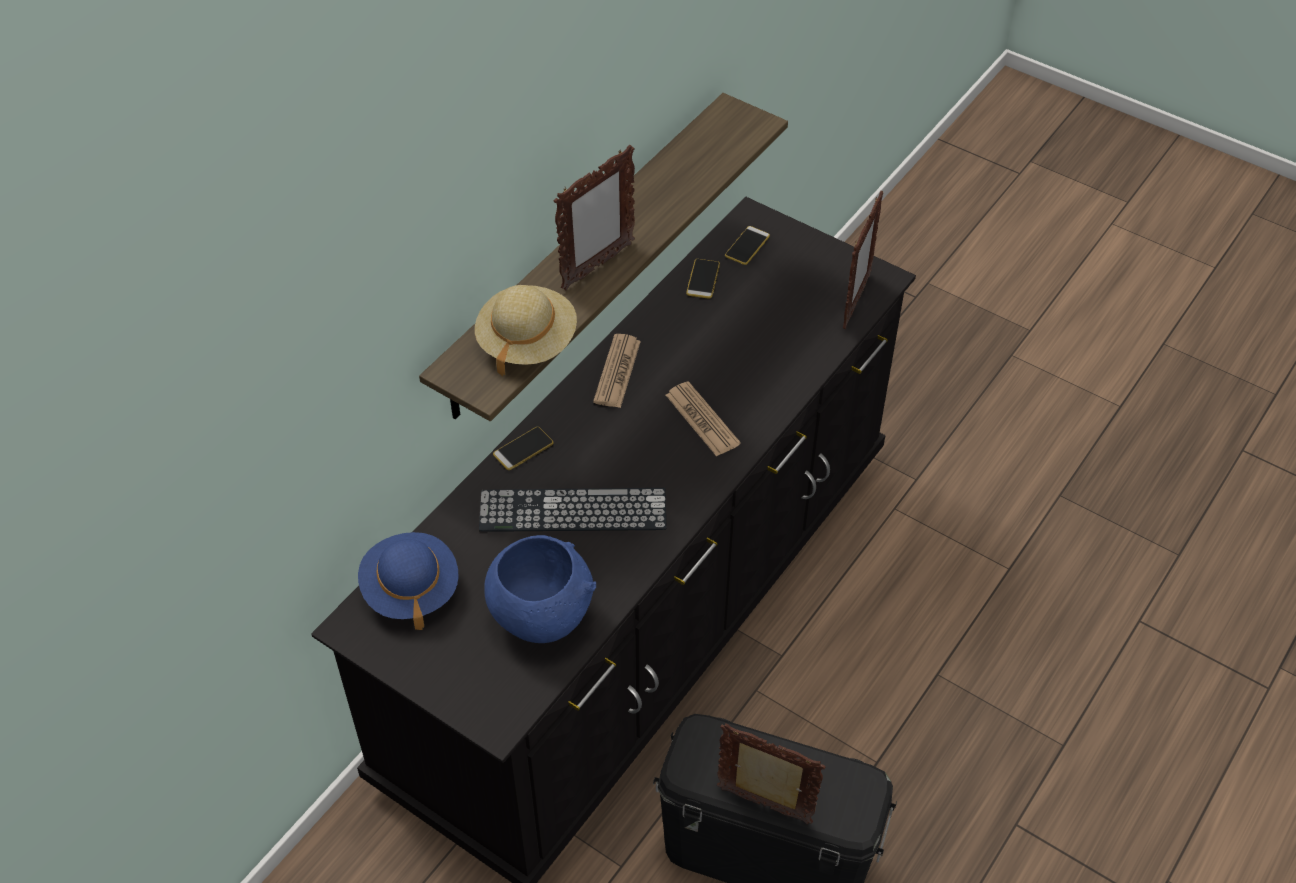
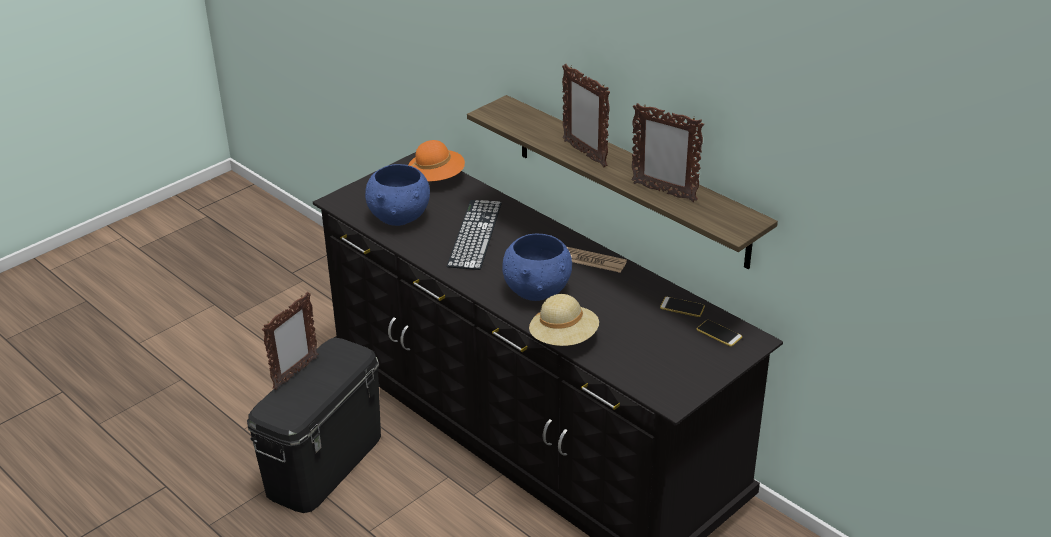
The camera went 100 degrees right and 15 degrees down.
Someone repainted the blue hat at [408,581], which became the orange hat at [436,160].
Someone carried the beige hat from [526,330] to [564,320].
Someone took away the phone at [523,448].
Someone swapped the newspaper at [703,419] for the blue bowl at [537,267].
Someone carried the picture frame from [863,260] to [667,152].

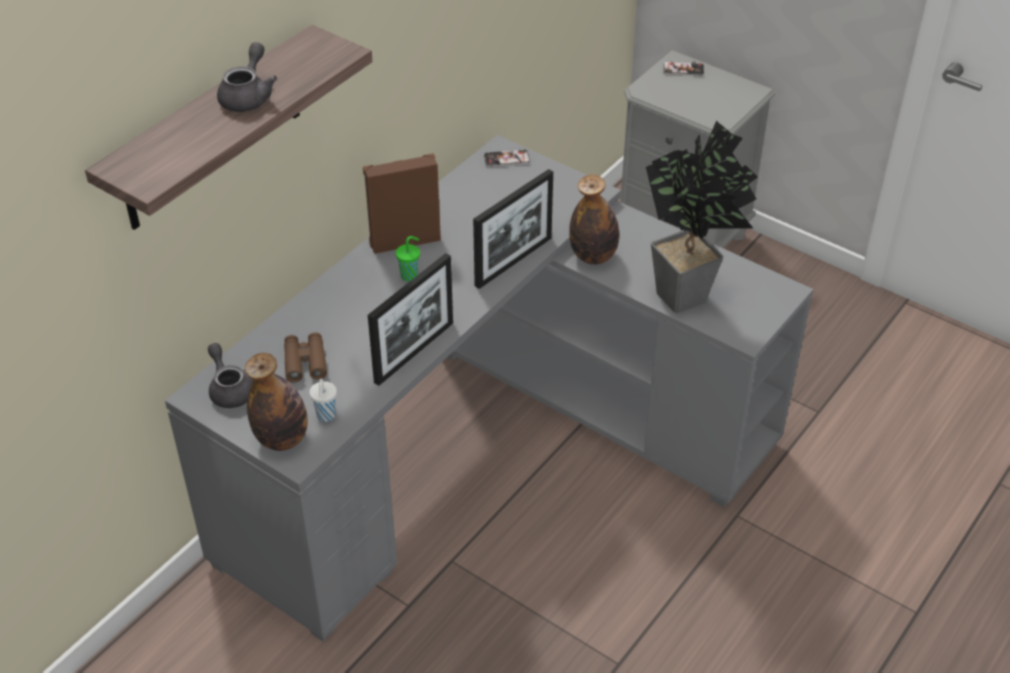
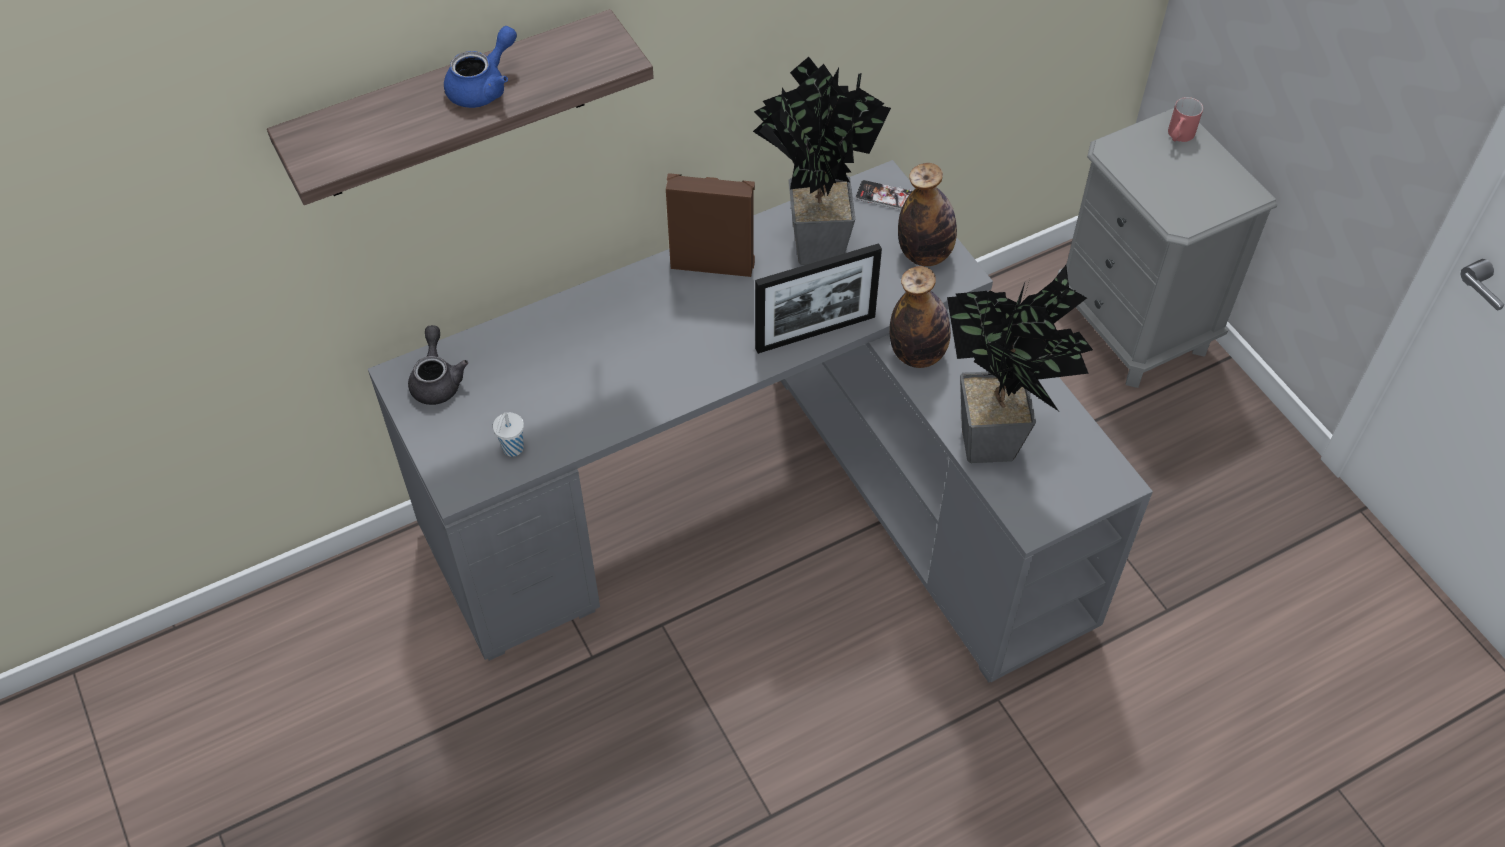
The camera went 25 degrees right and 10 degrees up.
Someone repainted the grey teapot at [247,77], which became the blue teapot at [480,67].
Someone carried the bottle from [276,402] to [927,214].
Someone took away the brown binoculars at [305,357].
Someone took away the picture frame at [410,319].
Someone took away the green cup at [408,258].
Someone swapped the phone at [683,68] for the red mug at [1185,119].
Someone put down the potted plant at [822,161].

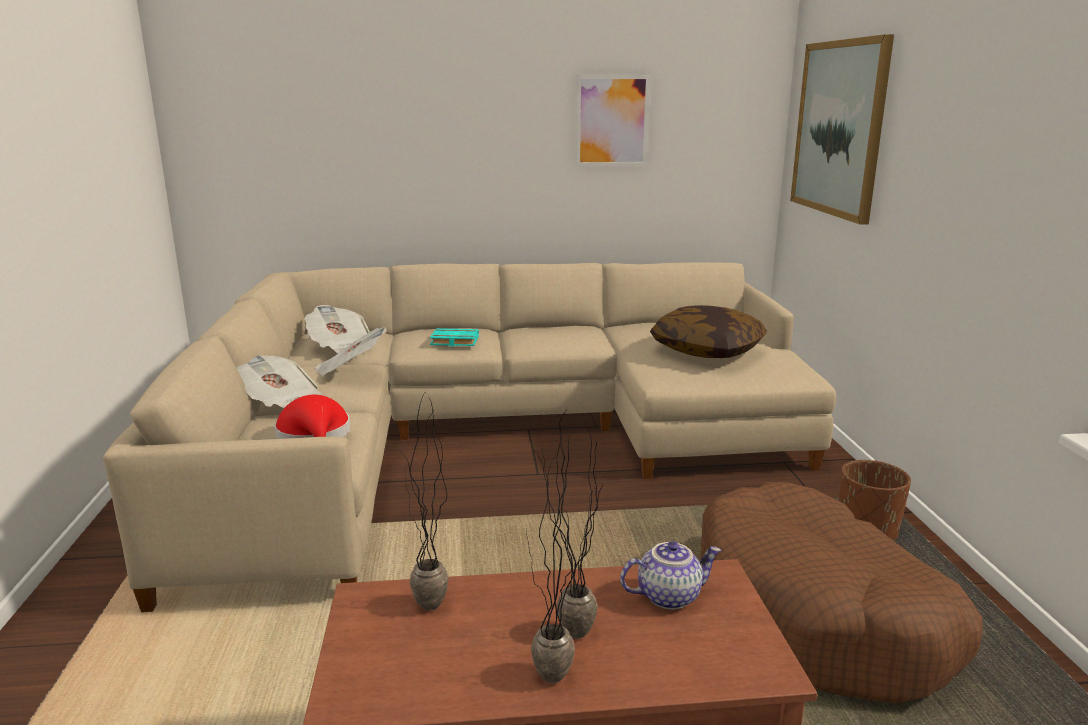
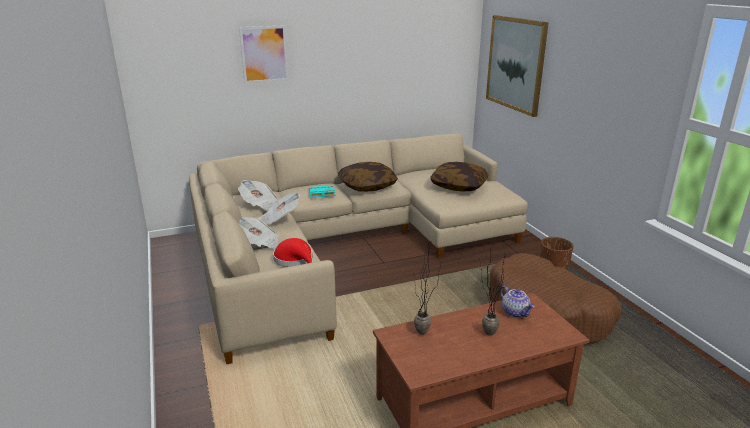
The camera went 15 degrees left and 5 degrees up.
Someone took away the potted plant at [564,559].
Someone carried the picture from [613,120] to [264,54].
Someone rotated the teapot at [670,575] by 90 degrees clockwise.
Someone put down the pillow at [368,177].

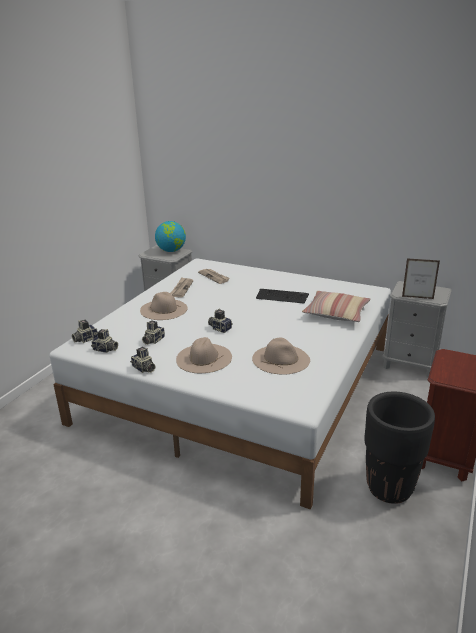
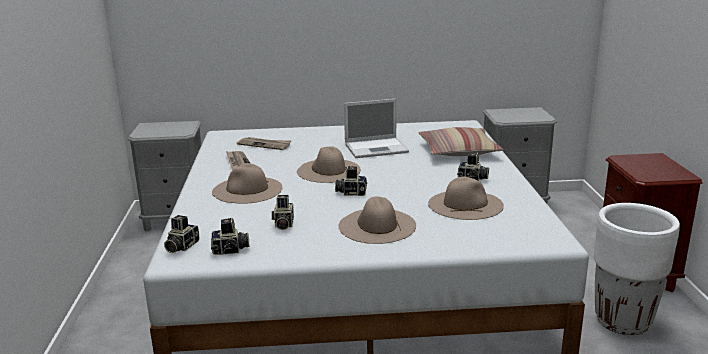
The camera went 30 degrees left and 5 degrees down.
Someone carried the photo camera from [143,360] to [473,166].
Someone took away the globe at [170,236].
Someone swapped the keyboard at [282,296] for the laptop at [376,128].
Someone repainted the black planter at [399,448], which became the white planter at [637,269].
Someone took away the picture frame at [421,278].
Someone put down the beige hat at [329,164].

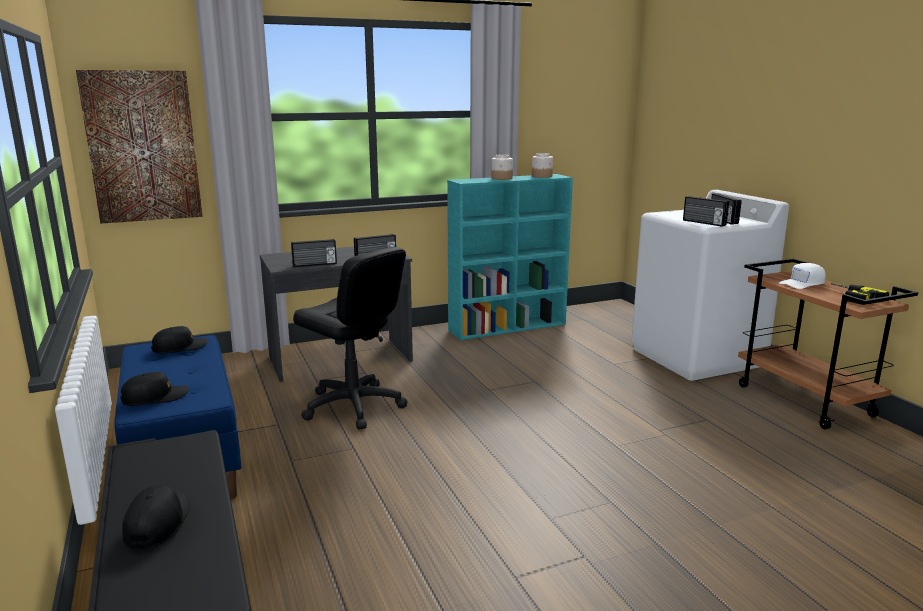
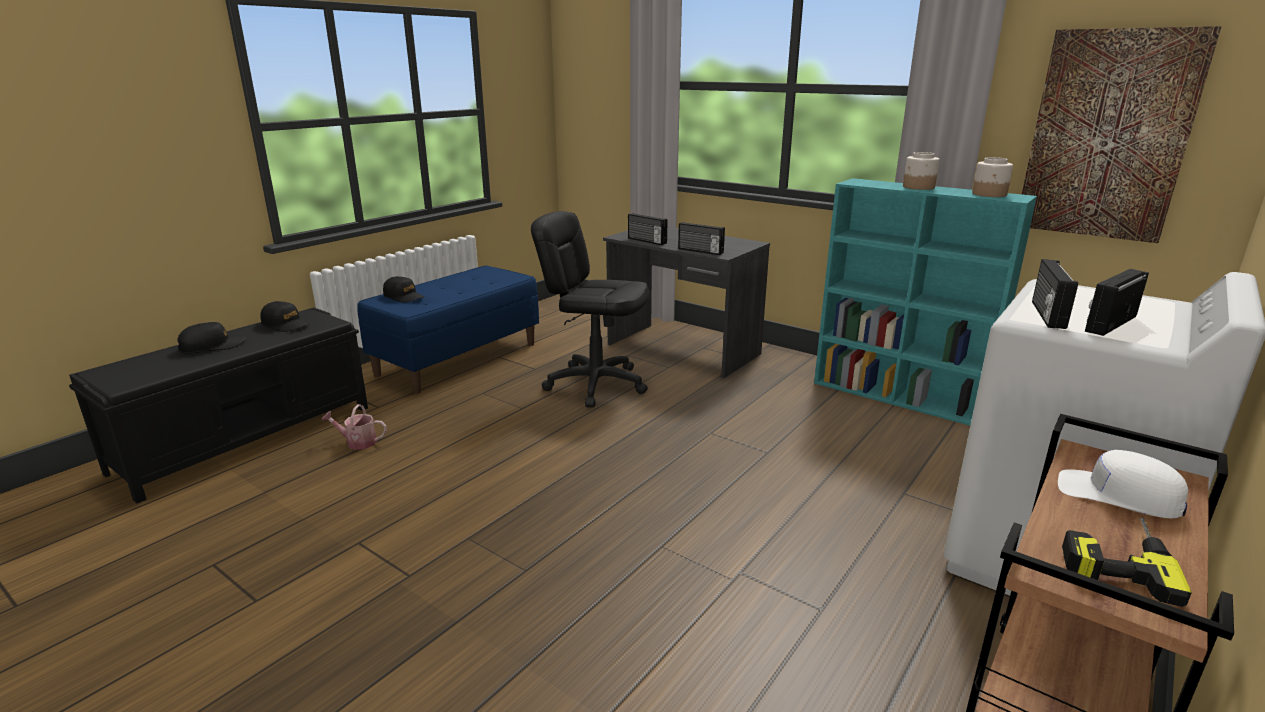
The camera went 60 degrees right and 5 degrees up.
Someone carried the picture from [139,147] to [1121,134].
Someone carried the black cap from [179,340] to [284,316].
Someone rotated the black office chair at [350,338] by 105 degrees clockwise.
Someone put down the watering can at [354,427].

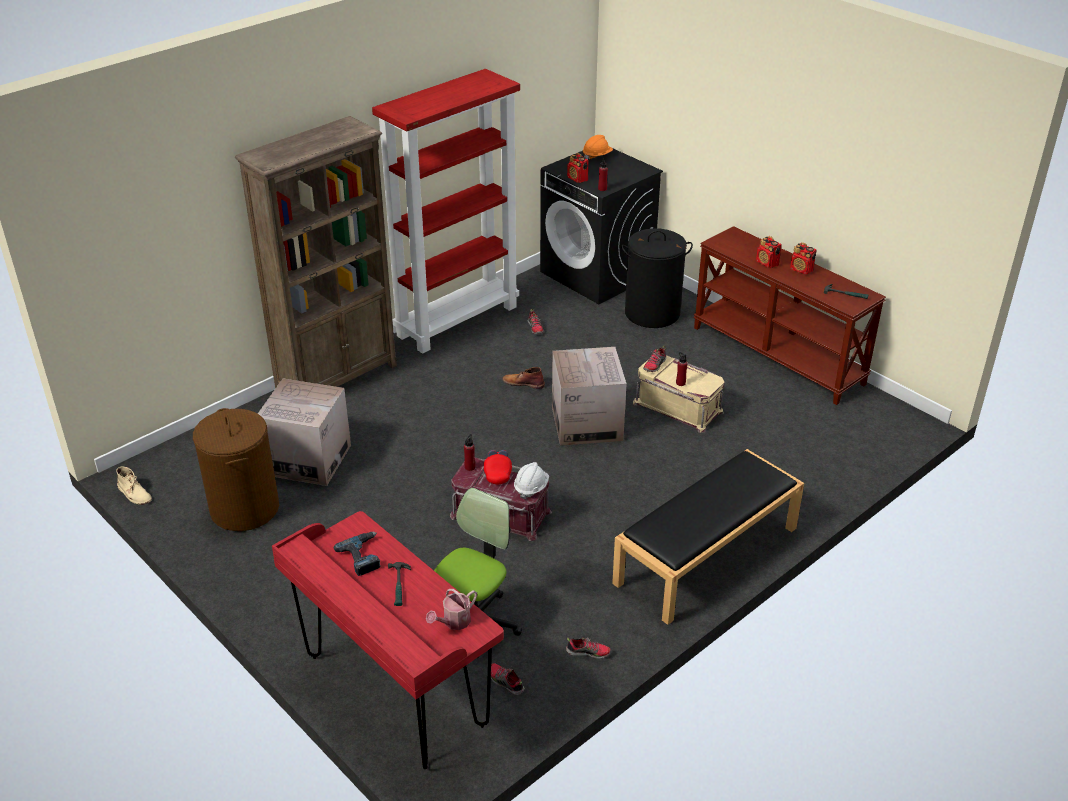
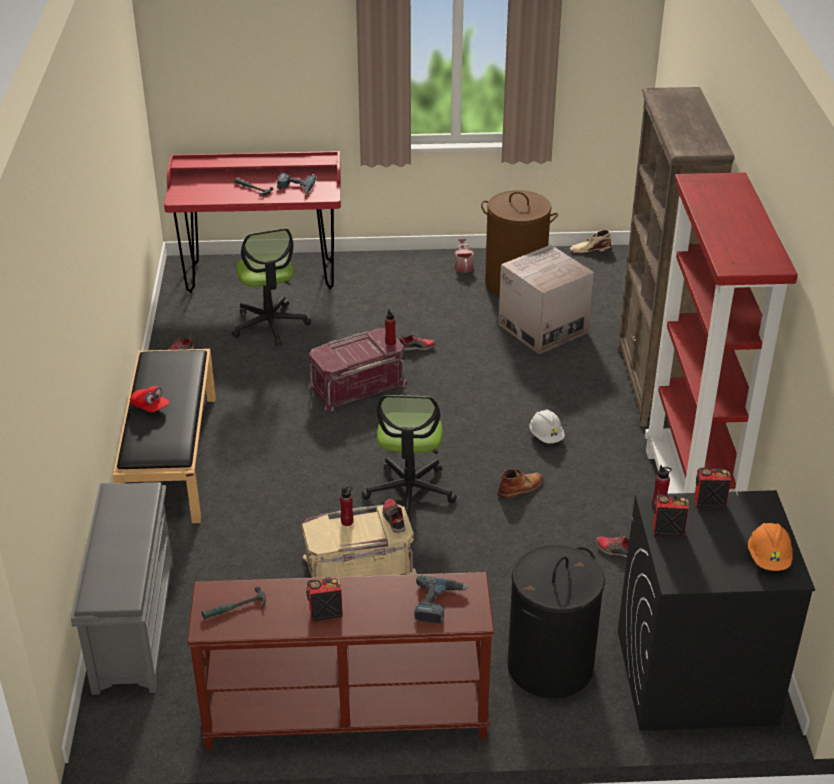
The camera went 130 degrees right and 0 degrees up.
Someone carried the watering can from [451,609] to [464,256].
Someone carried the red cap from [498,467] to [149,399].
Someone carried the shoe from [508,679] to [416,342].
Someone carried the white hard hat from [531,480] to [547,426].
Someone swapped the cardboard box at [589,396] for the office chair at [409,458].
Someone carried the radio from [769,252] to [671,515].
Someone put down the grey shoe rack at [122,589].
Someone put down the power drill at [442,600].

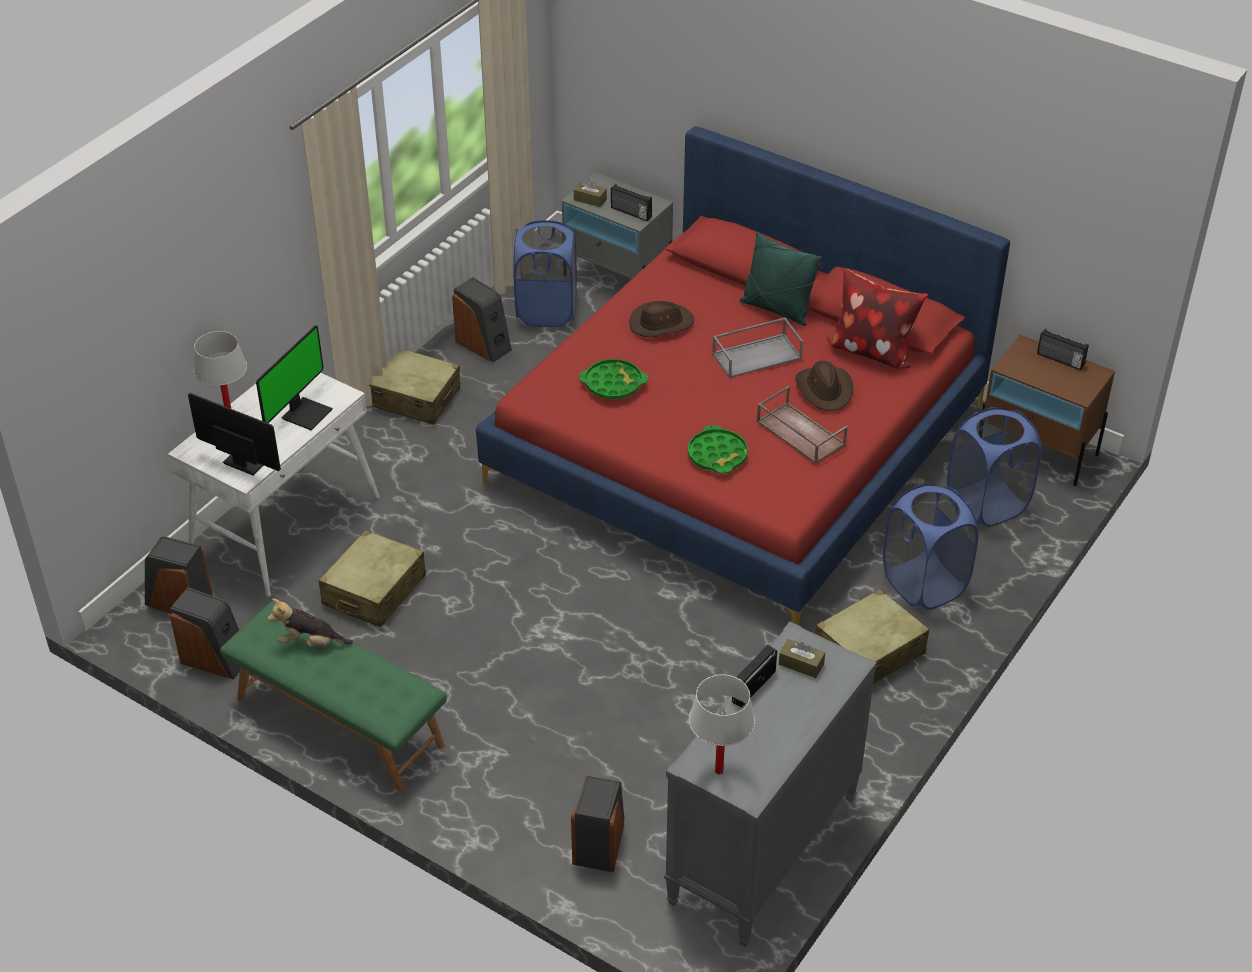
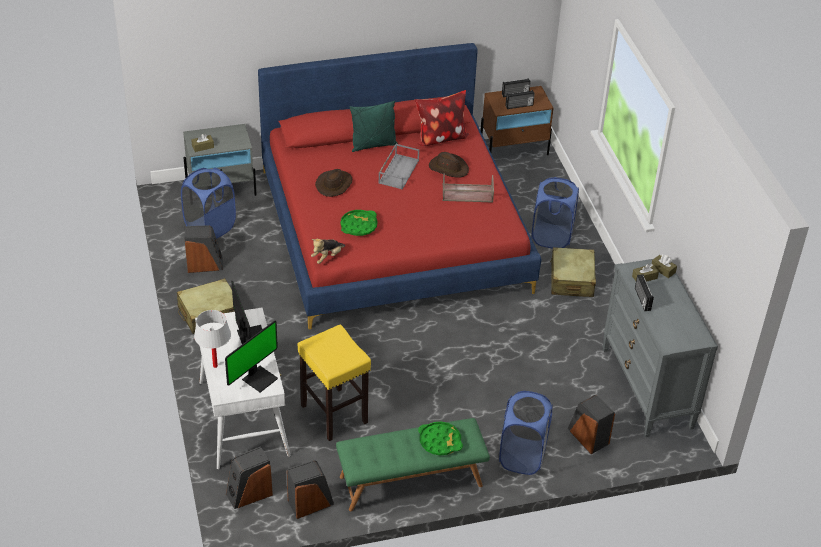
The camera went 50 degrees left and 0 degrees up.
Someone rotated the monitor at [234,434] by 150 degrees clockwise.
Someone carried the plush toy from [310,622] to [328,251].
Someone swapped the beige suitcase at [372,578] for the yellow stool at [334,383].
Someone carried the radio from [631,202] to [520,99].
Someone carried the green tray from [718,449] to [440,438].
Someone took away the white table lamp at [722,724].
Someone carried the blue laundry basket from [994,467] to [526,433].
Someone put down the brown tissue box at [664,266].

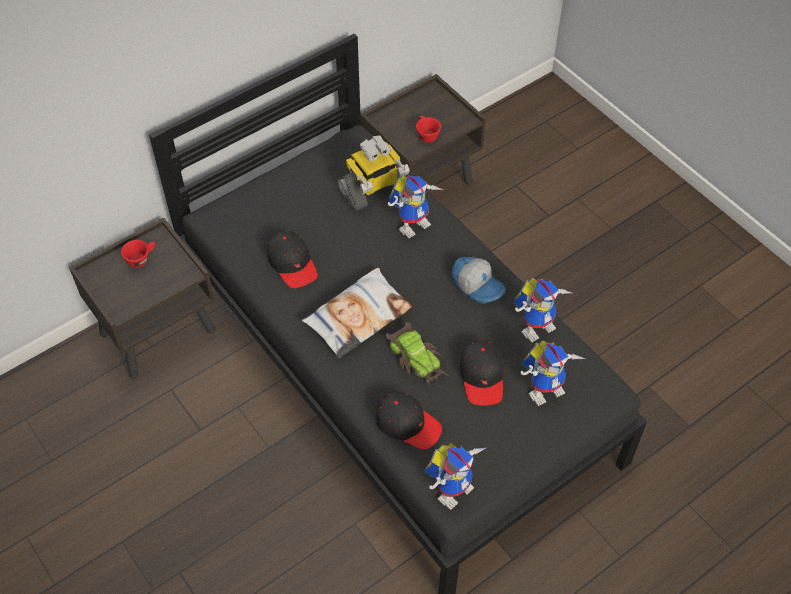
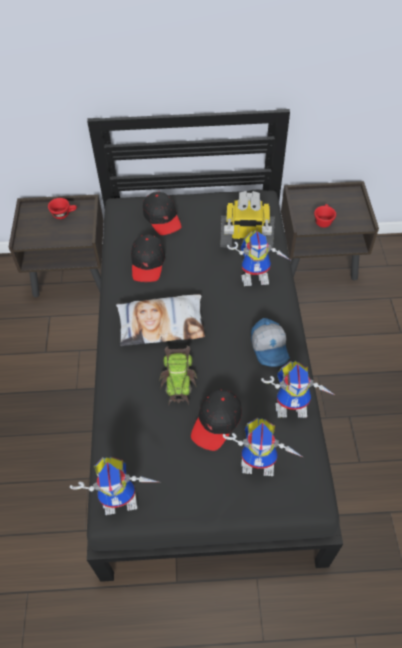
The camera went 35 degrees right and 0 degrees up.
Someone carried the black cap from [409,420] to [162,213].

